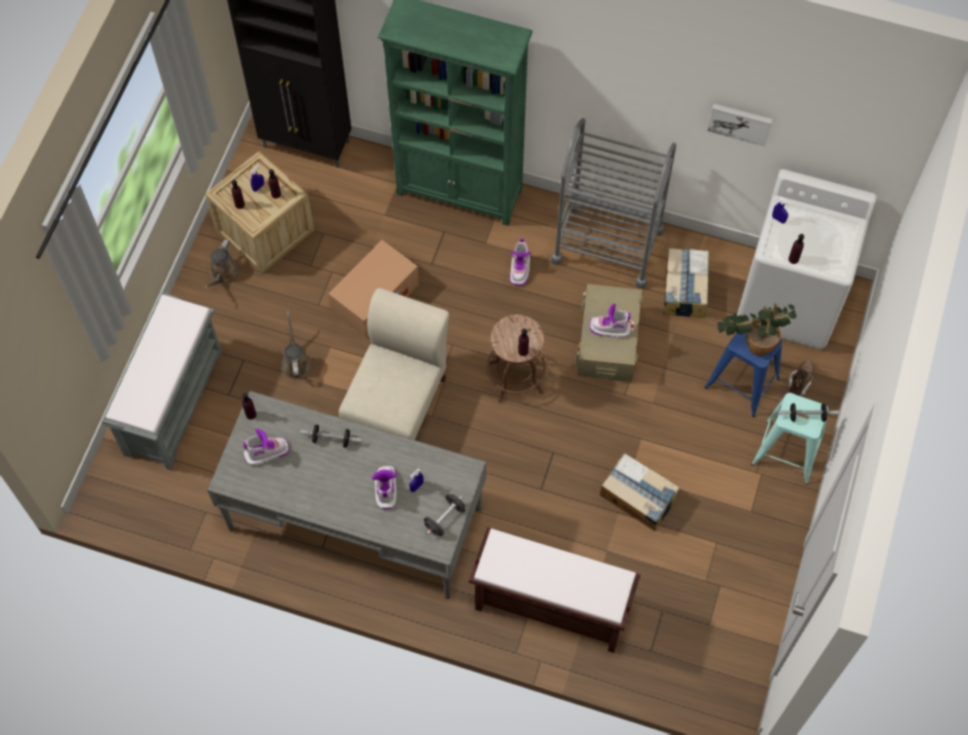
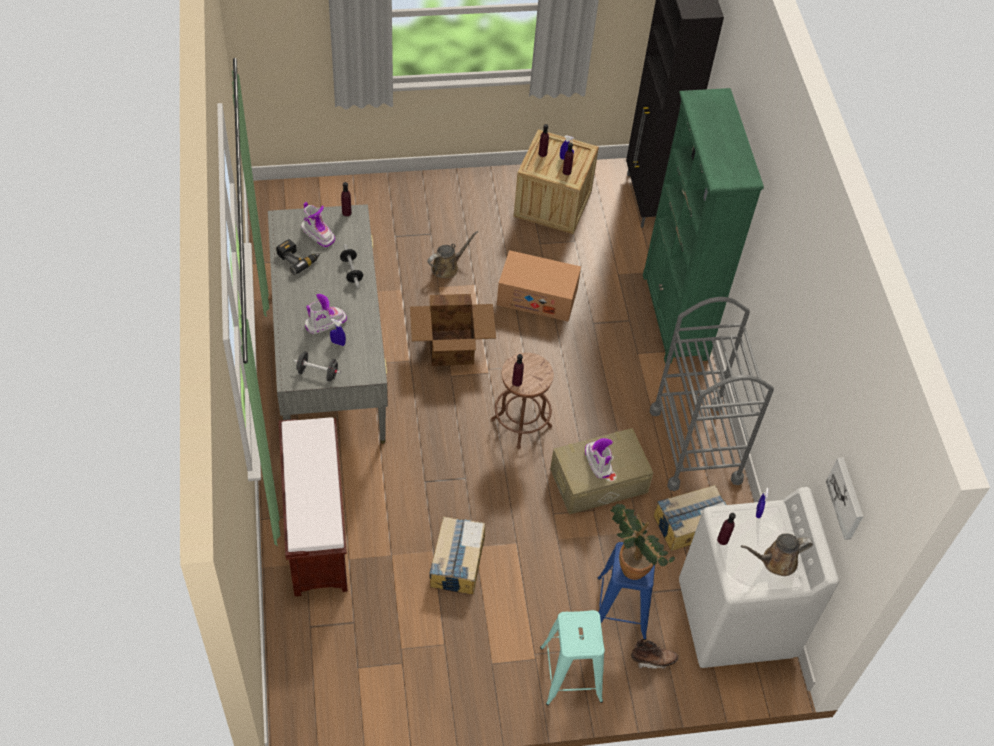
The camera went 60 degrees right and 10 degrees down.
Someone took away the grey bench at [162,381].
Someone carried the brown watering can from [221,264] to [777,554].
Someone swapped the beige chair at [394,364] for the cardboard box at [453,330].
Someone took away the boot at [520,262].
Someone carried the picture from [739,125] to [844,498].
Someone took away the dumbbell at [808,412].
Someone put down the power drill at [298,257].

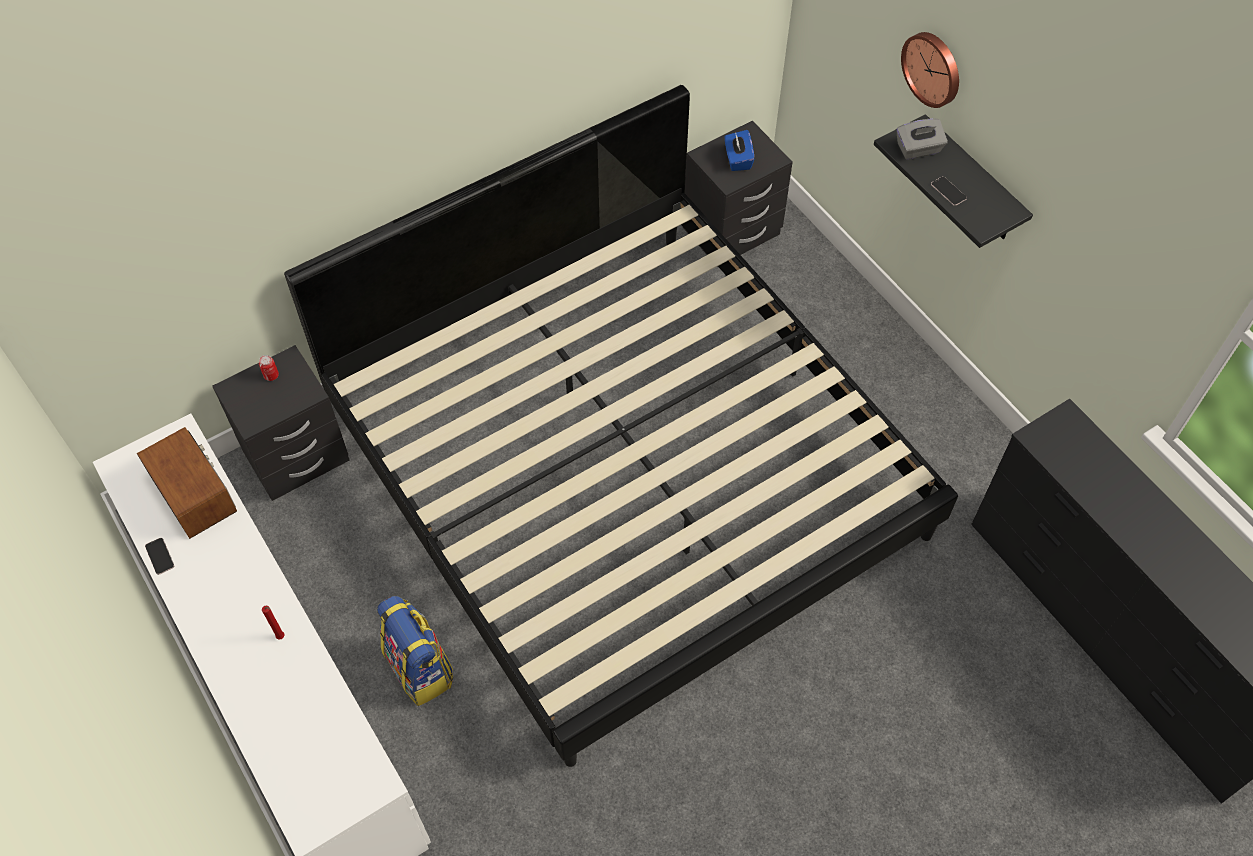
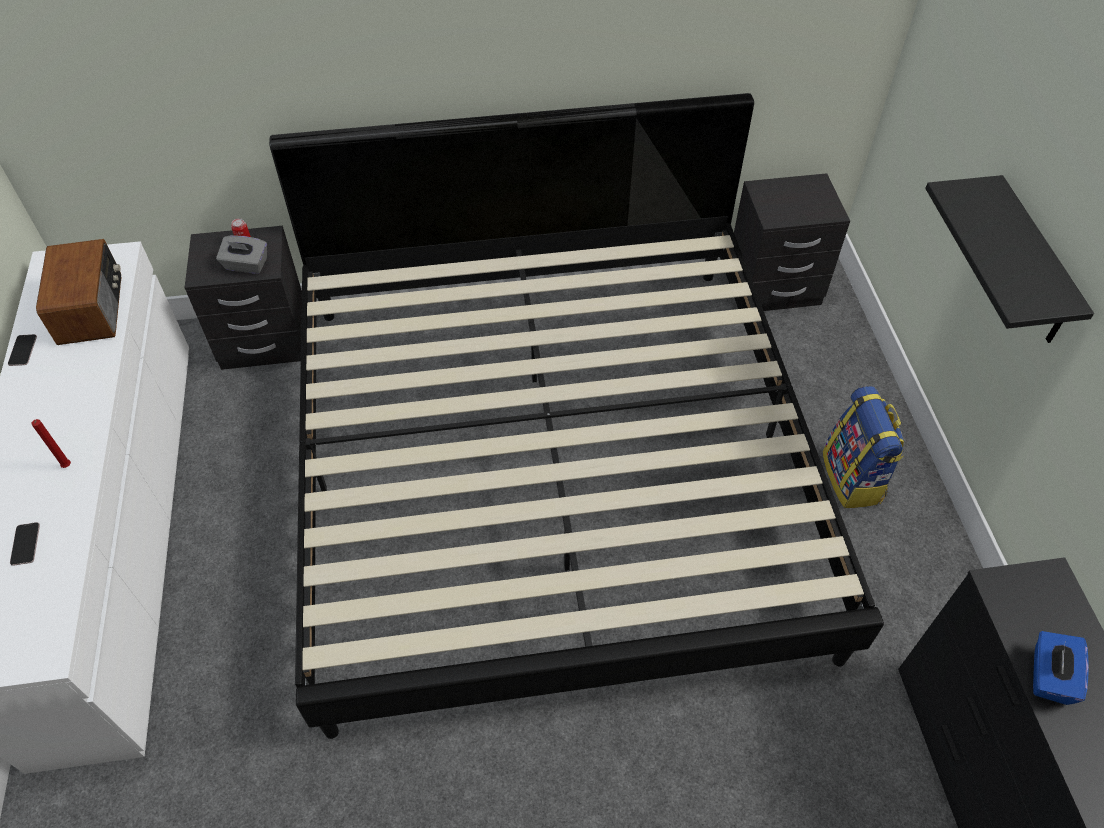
The camera went 25 degrees right and 5 degrees down.
Someone carried the backpack from [415,651] to [863,447].
Someone carried the blue tissue box from [739,150] to [1061,668].
Someone carried the grey tissue box from [922,138] to [241,255].
Someone took away the wall clock at [930,70].
Someone carried the phone from [949,191] to [25,544].

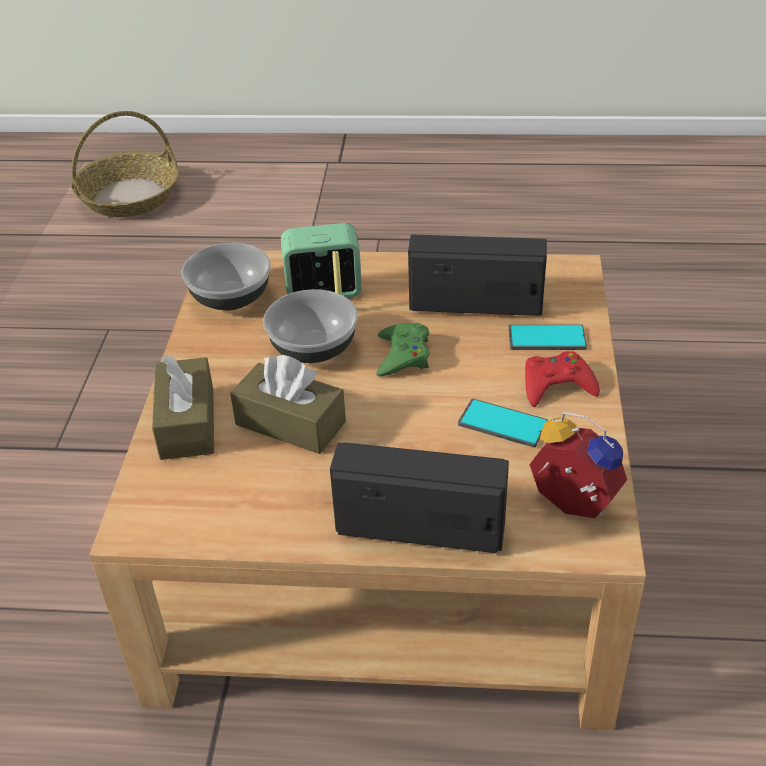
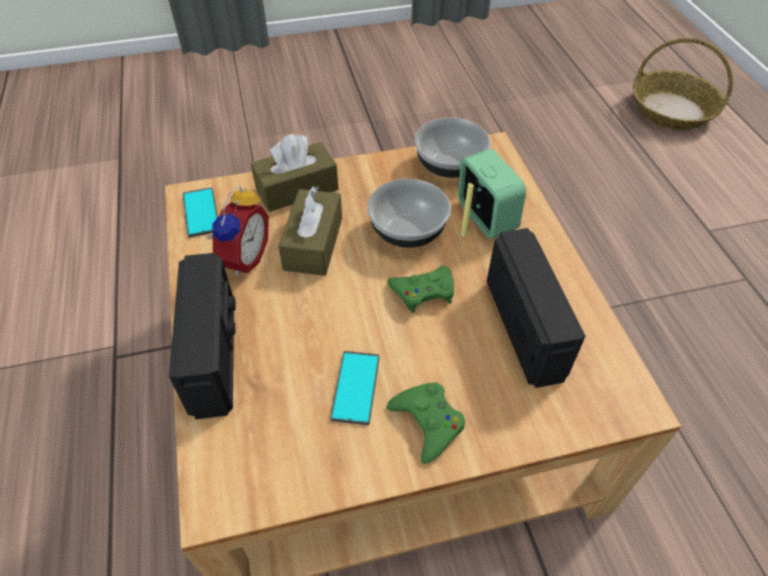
The camera went 70 degrees right and 10 degrees up.
Someone carried the phone from [548,337] to [200,212].
Someone repainted the red game controller at [562,379], which became the green game controller at [426,423].
Someone carried the alarm clock from [578,465] to [237,230].

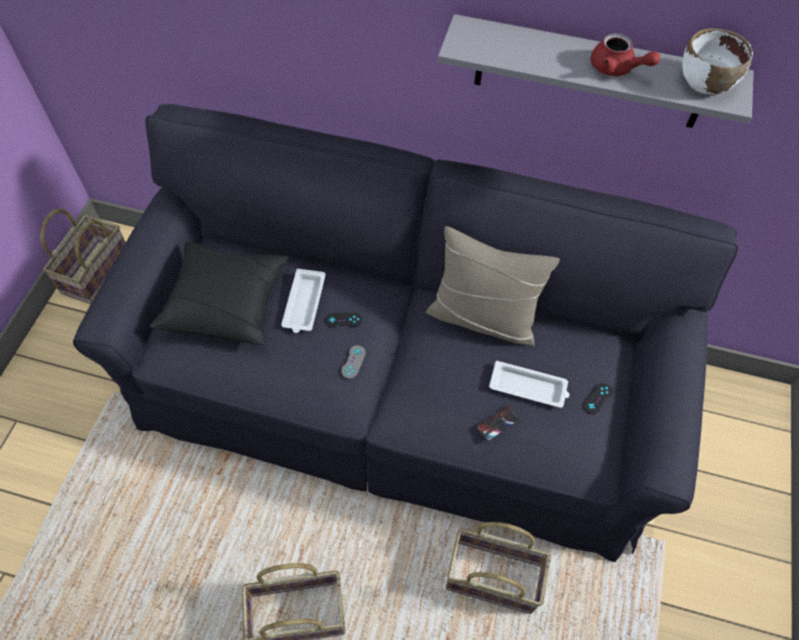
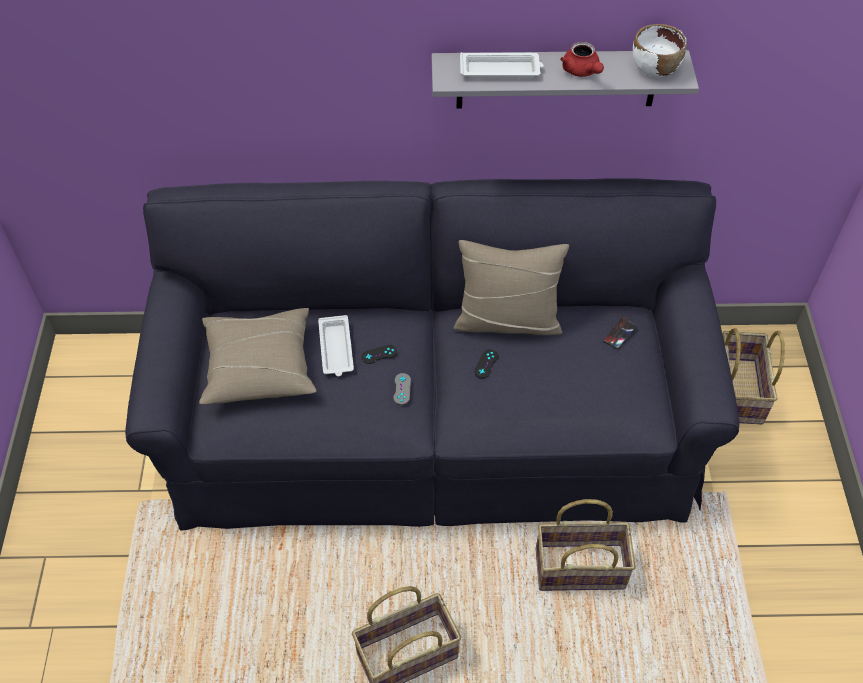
The camera went 15 degrees left and 5 degrees down.
Someone carried the basket from [83,256] to [753,376].
Someone repainted the black pillow at [219,293], which became the beige pillow at [257,356].
Someone carried the phone from [498,423] to [620,333].
Someone carried the white tray from [529,384] to [502,65].
Someone carried the black game controller from [598,398] to [486,363].
Someone rotated the red teapot at [625,54] by 45 degrees clockwise.

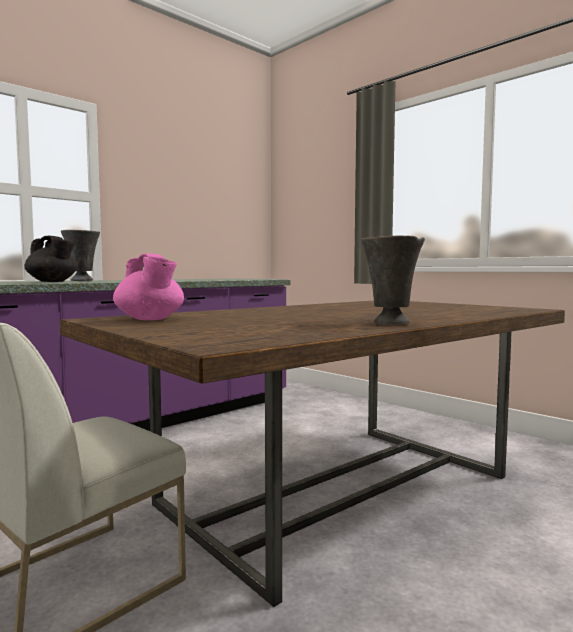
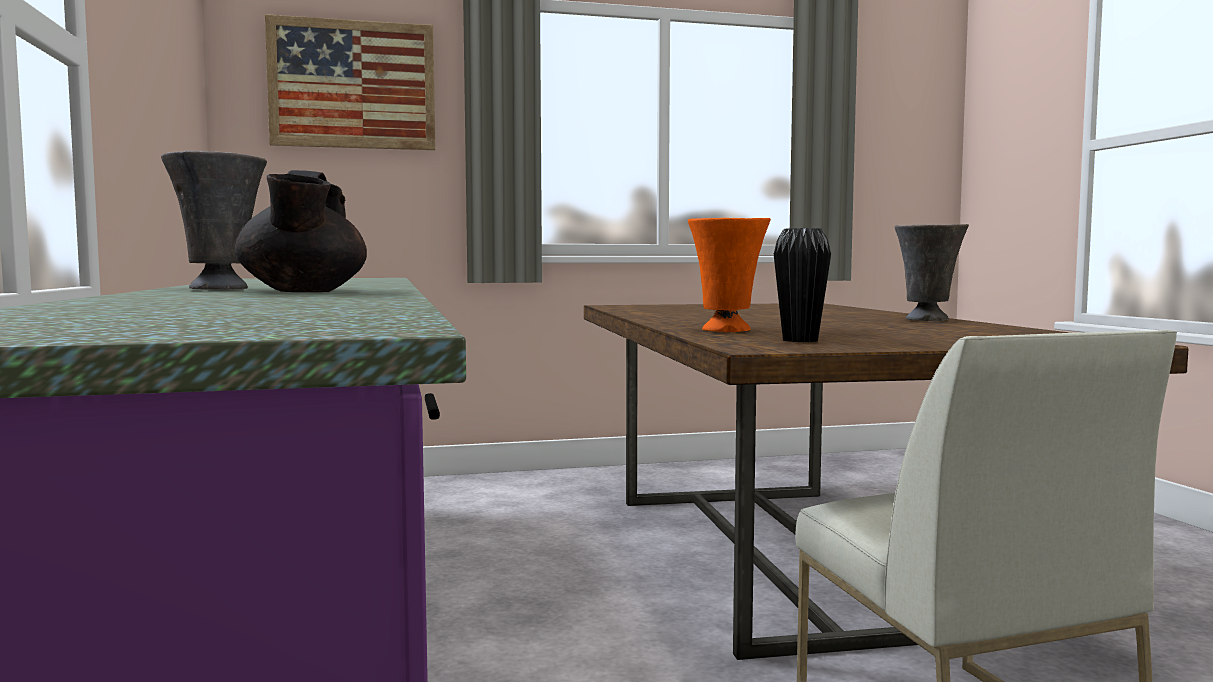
The camera went 60 degrees left and 0 degrees up.
Someone rotated the black teapot at [50,259] by 105 degrees clockwise.
Someone swapped the pink teapot at [148,286] for the black vase at [802,285].
Someone put up the picture at [350,82].
Someone put down the orange vase at [729,275].

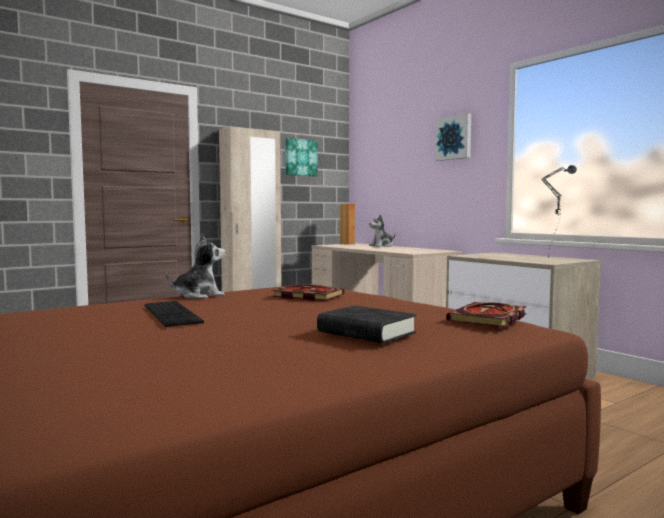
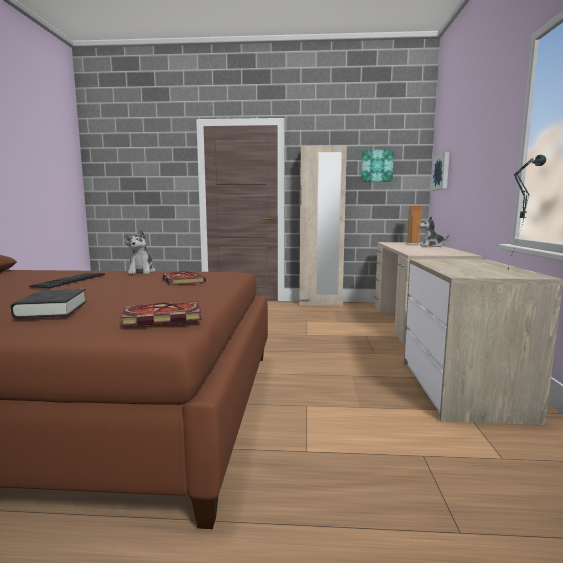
The camera went 40 degrees right and 5 degrees up.
Someone rotated the plush toy at [195,266] by 75 degrees clockwise.
Someone carried the picture from [453,137] to [441,171].

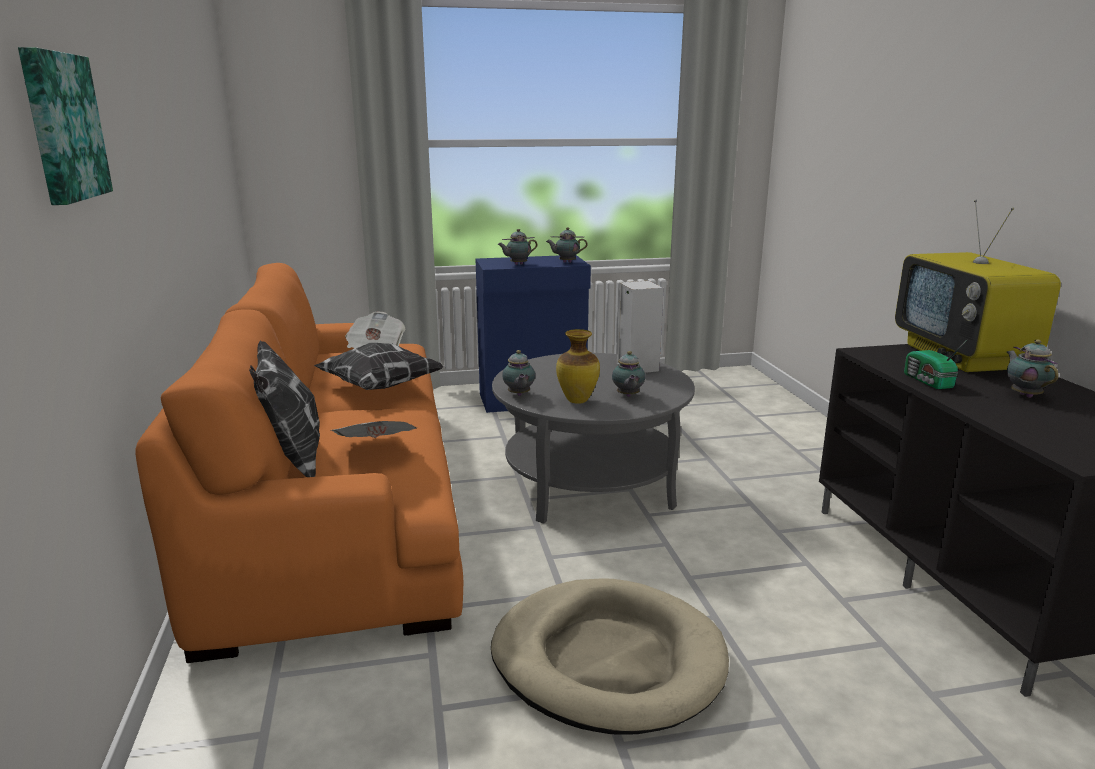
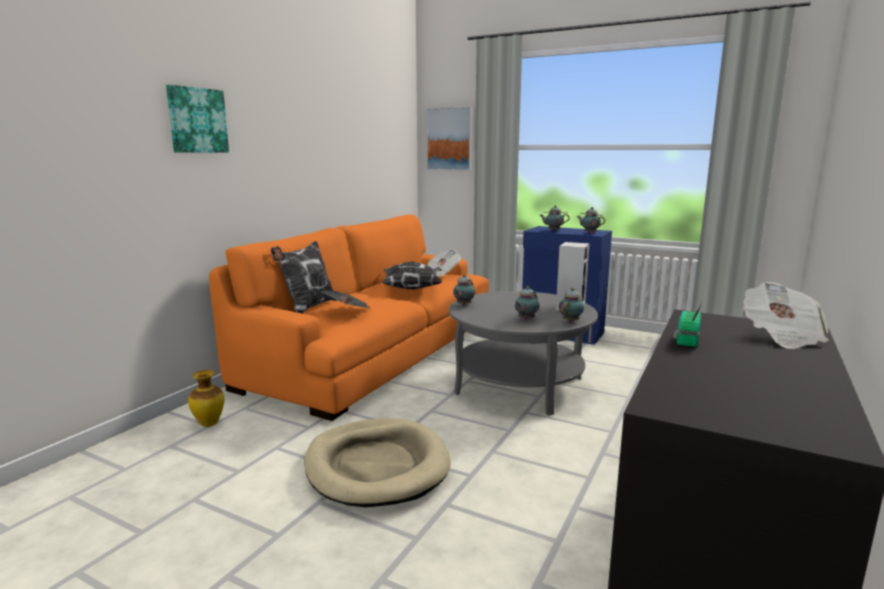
The camera went 40 degrees right and 5 degrees down.
Someone carried the vase from [578,366] to [206,398].
Someone swapped the television at [978,286] for the newspaper at [785,315].
Someone carried the teapot from [1032,368] to [571,305].
Someone put up the picture at [449,139].

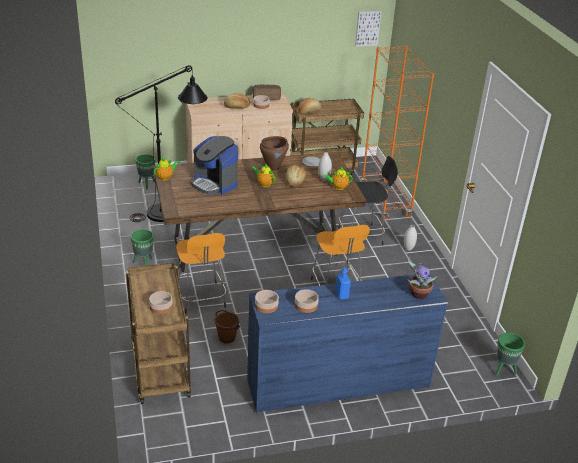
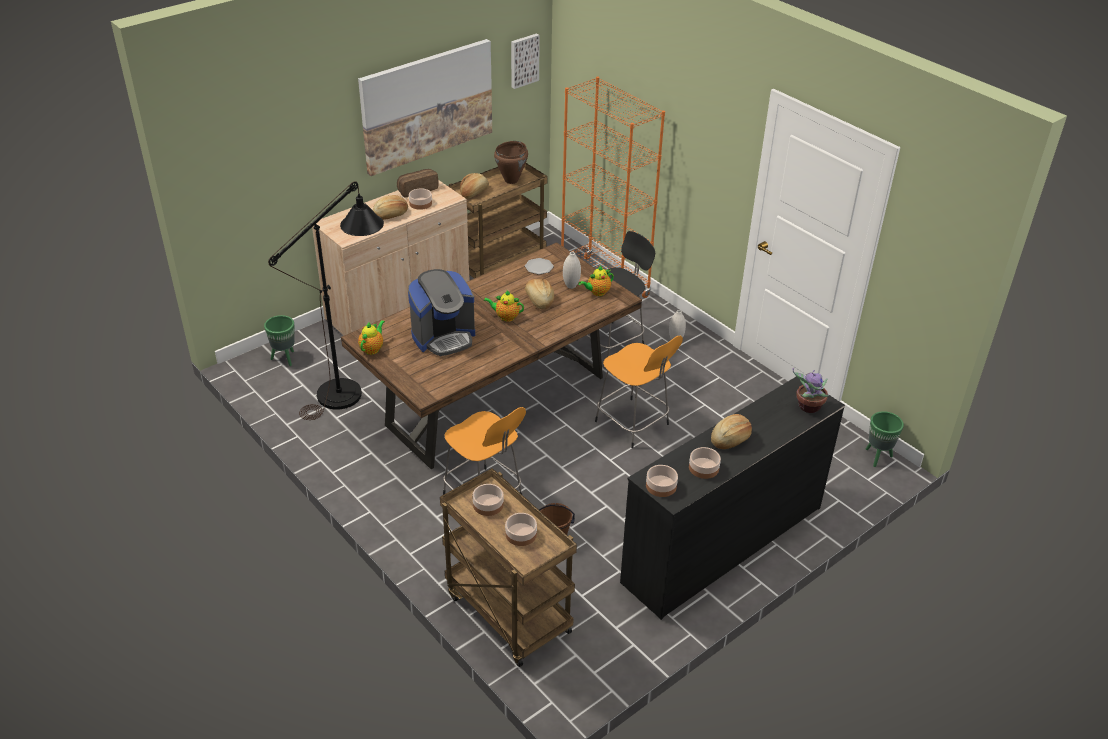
The camera went 25 degrees left and 5 degrees up.
Someone took away the green planter at [142,247].
Someone rotated the coffee machine at [214,165] by 45 degrees counterclockwise.
Someone repainted the blue dresser at [347,343], which became the black dresser at [732,498].
Someone carried the brown cooking pot from [274,153] to [511,162].
Someone swapped the blue bottle at [343,283] for the bread at [731,431].
Someone put up the picture at [425,107].
Someone put down the bowl at [488,500].

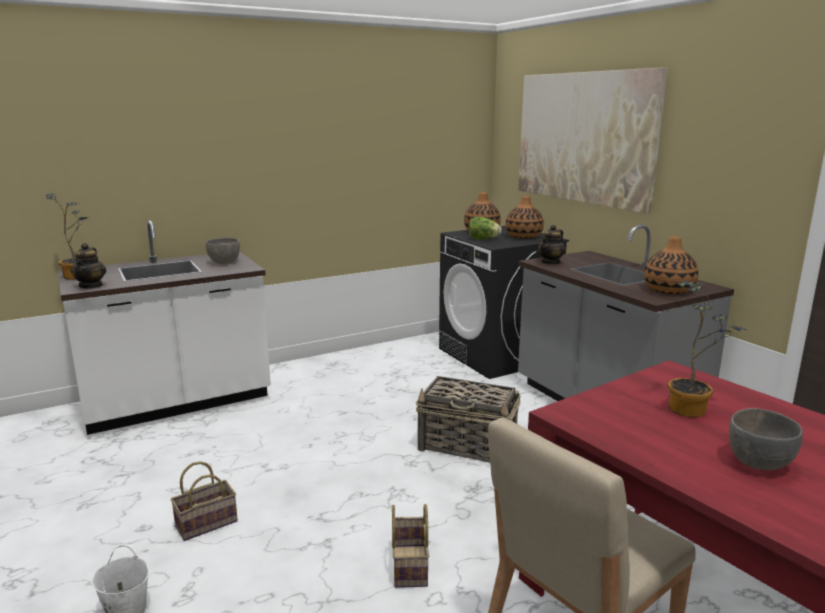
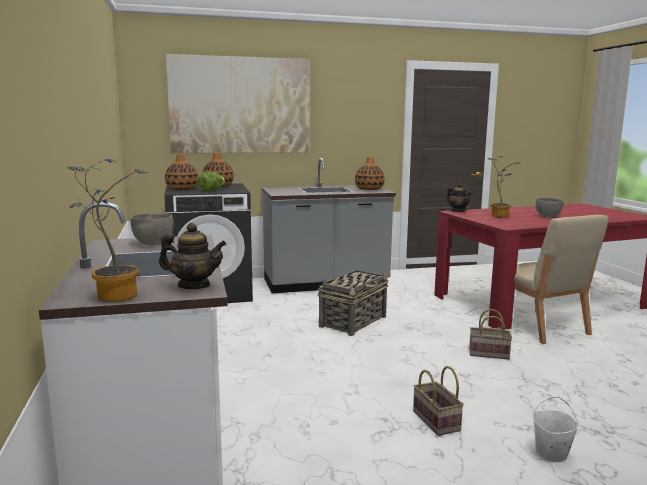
The camera went 75 degrees left and 5 degrees down.
Someone carried the teapot from [552,245] to [459,197].

